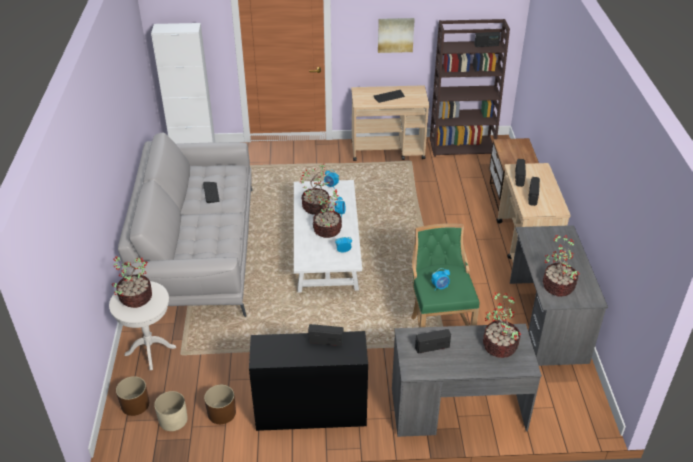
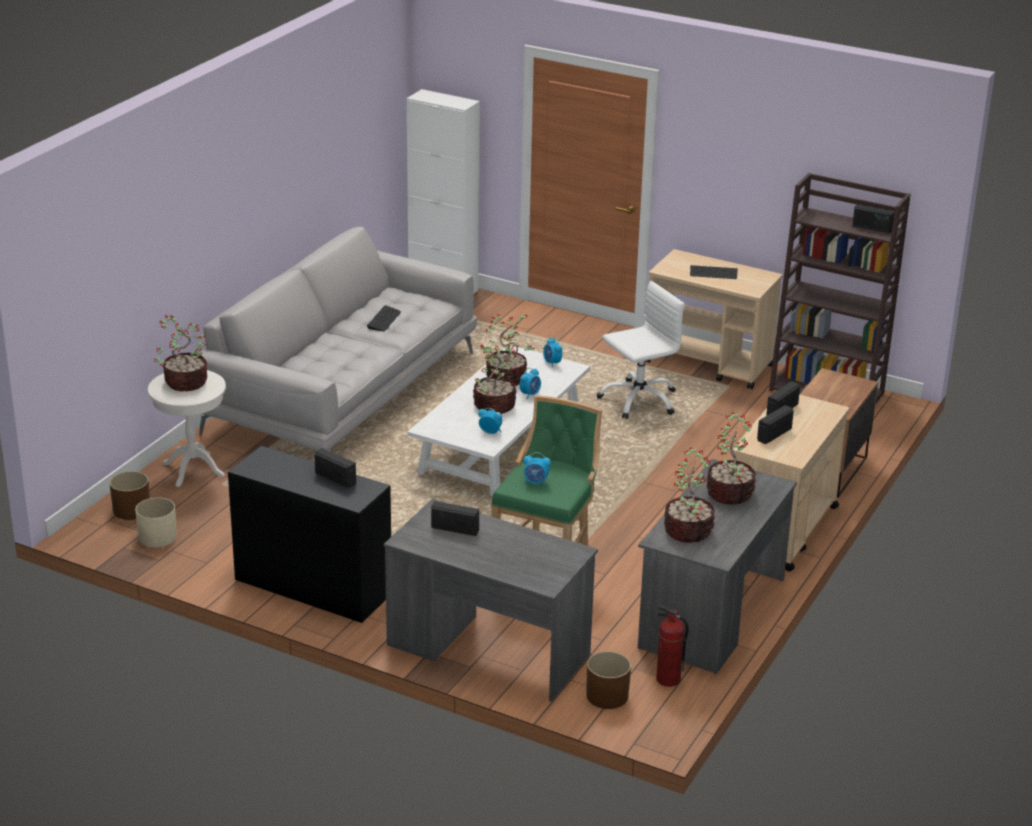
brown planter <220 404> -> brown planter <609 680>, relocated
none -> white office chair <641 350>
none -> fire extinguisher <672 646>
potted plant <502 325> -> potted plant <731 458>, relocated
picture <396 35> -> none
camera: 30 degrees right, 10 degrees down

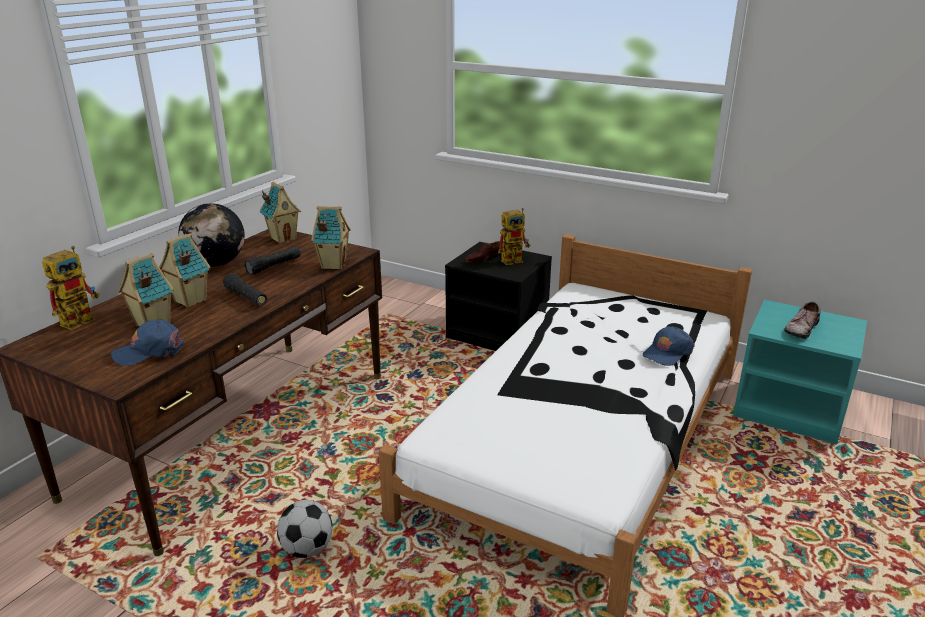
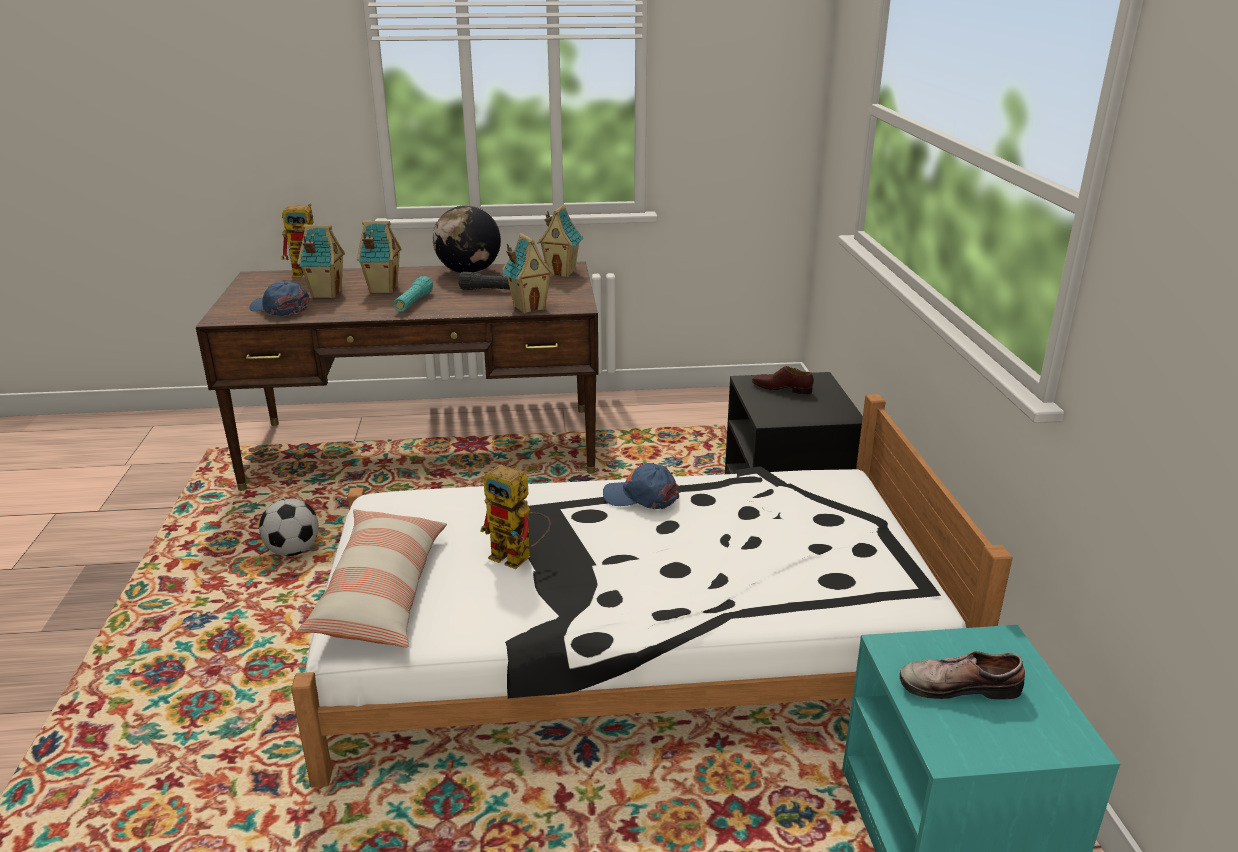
none -> pillow <372 578>
black flashlight <245 289> -> turquoise flashlight <413 294>
toy robot <514 236> -> toy robot <515 516>, relocated
blue cap <669 346> -> blue cap <641 486>, relocated
camera: 55 degrees right, 0 degrees up

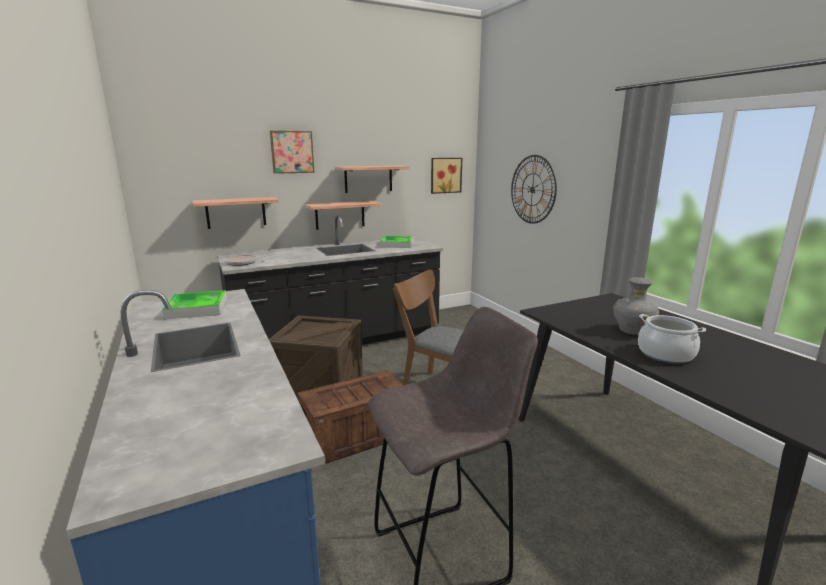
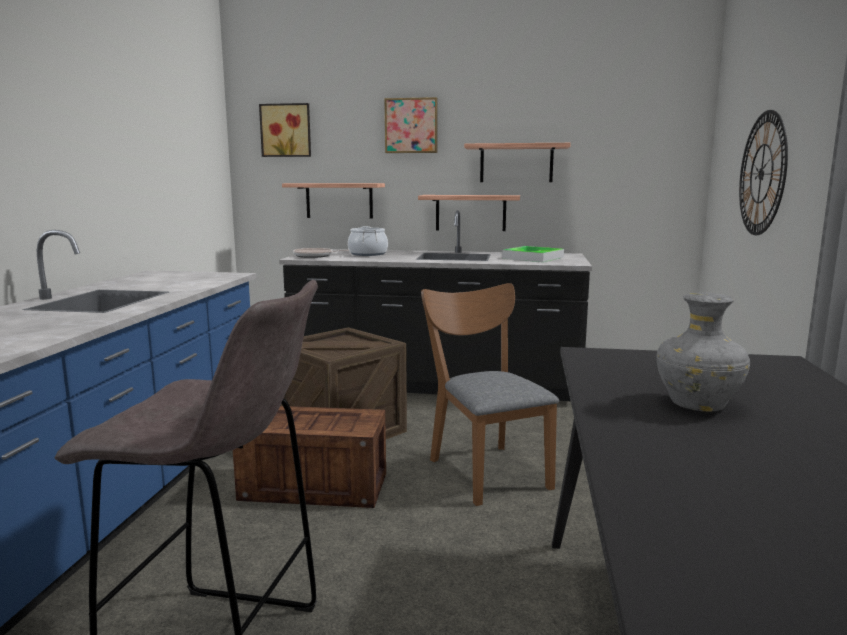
picture <446 176> -> picture <285 130>, relocated
cooking pot <672 339> -> cooking pot <368 241>, relocated
tray <194 304> -> none
camera: 35 degrees right, 5 degrees down

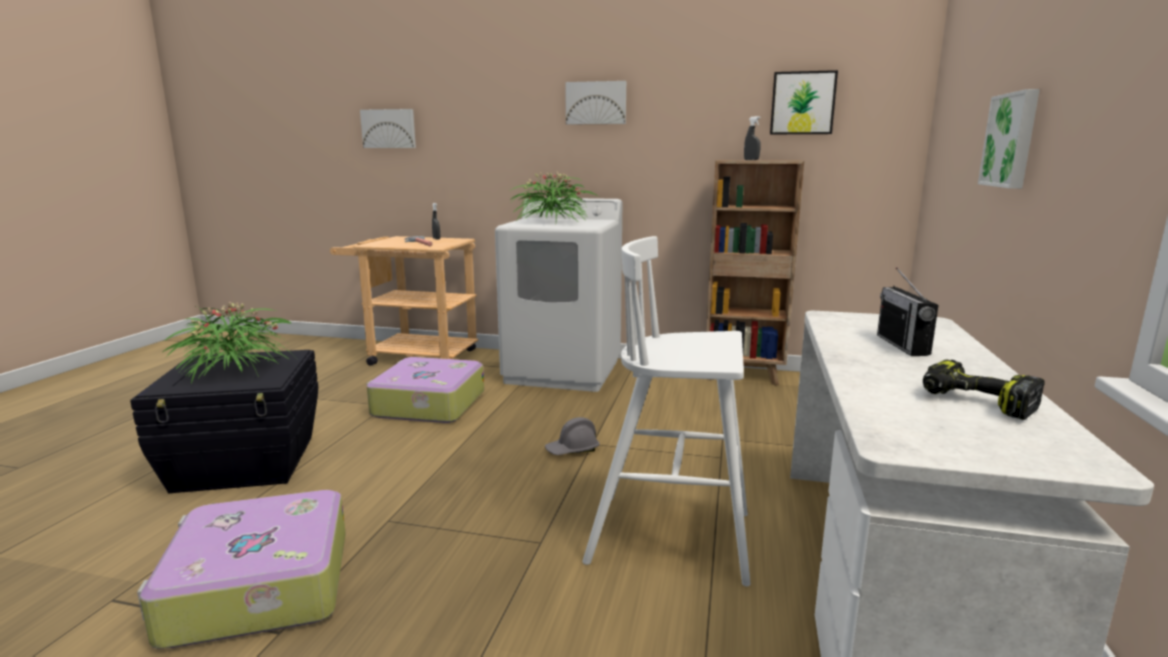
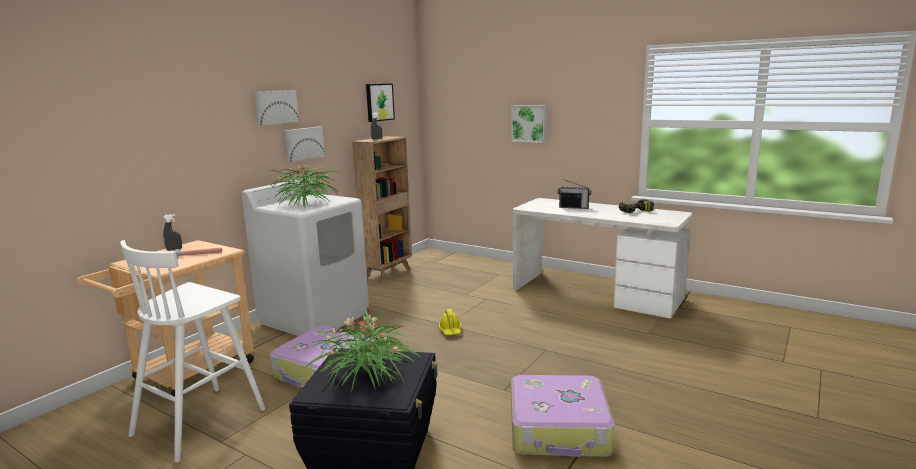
white stool <666 411> -> white stool <192 351>, relocated
picture <388 128> -> picture <305 144>, relocated
grey hard hat <572 436> -> yellow hard hat <449 322>
camera: 70 degrees left, 0 degrees up

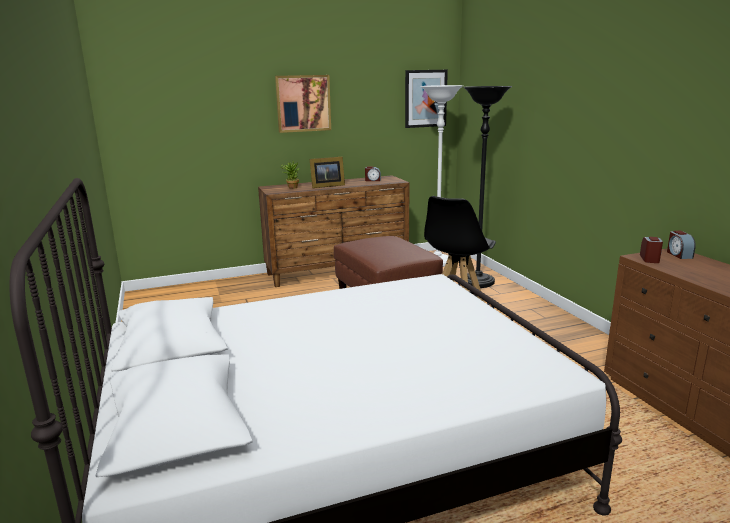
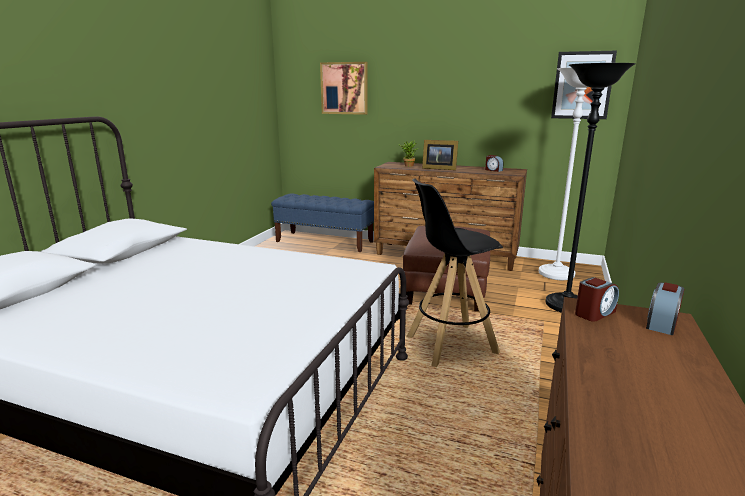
none -> blue bench <322 223>
picture <303 104> -> picture <344 88>, relocated
camera: 40 degrees right, 0 degrees up

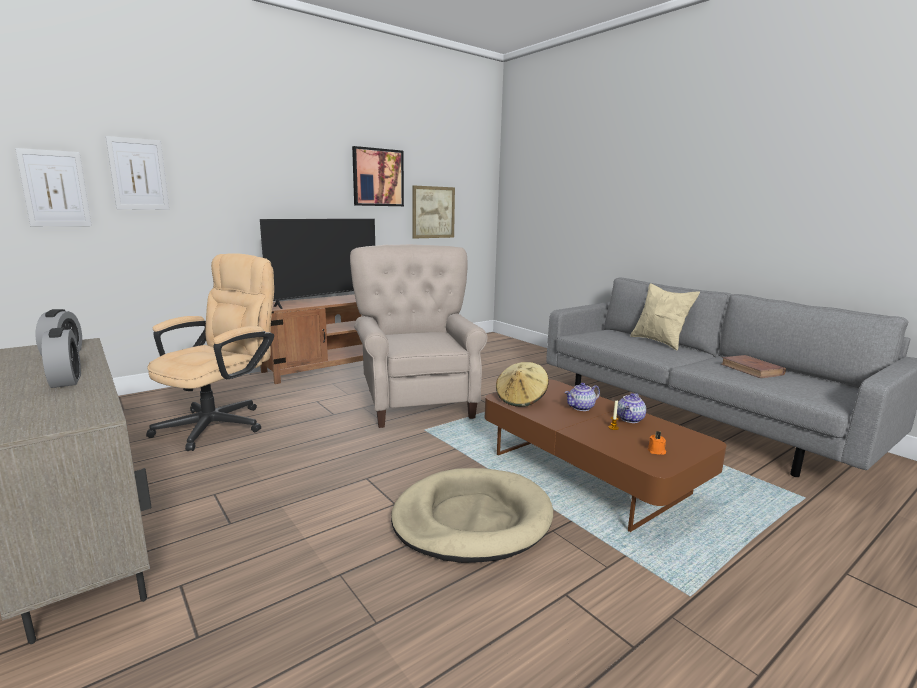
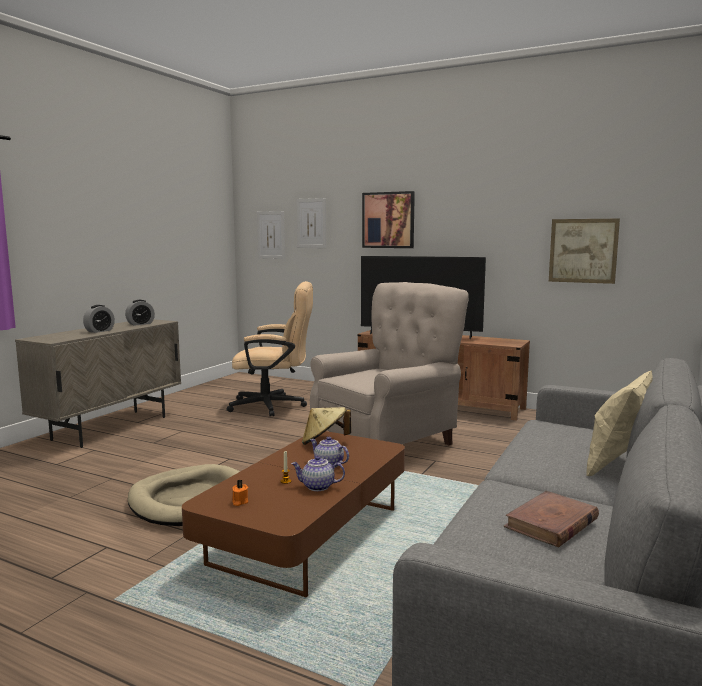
picture <378 176> -> picture <388 219>, relocated
camera: 65 degrees right, 5 degrees down

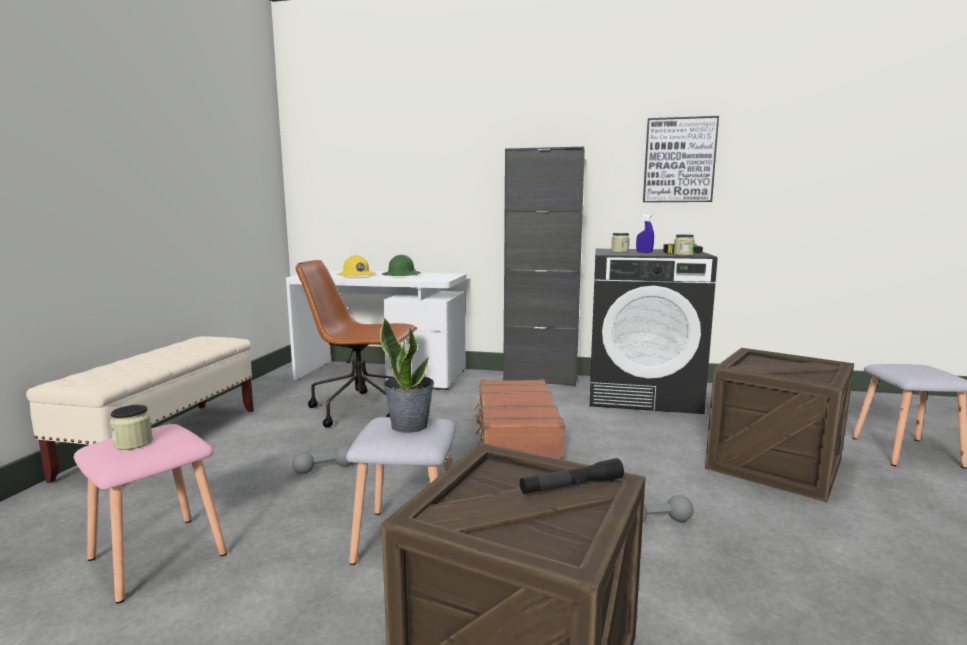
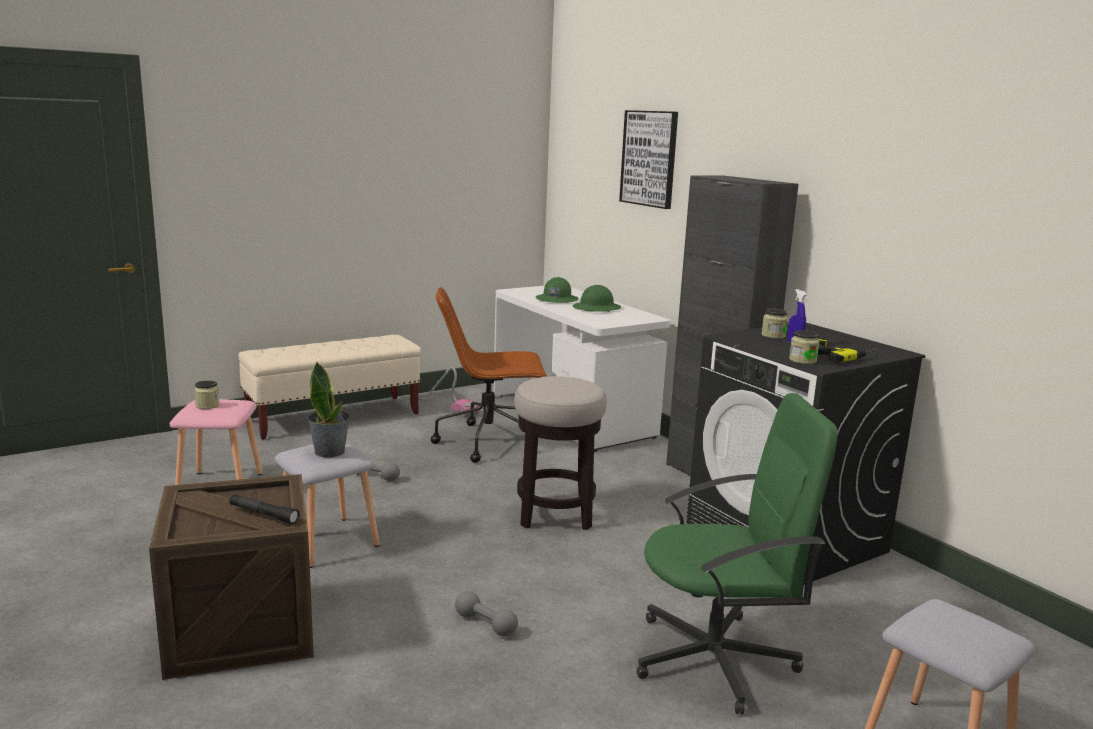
none -> vacuum cleaner <448 392>
brown office chair <356 344> -> brown office chair <489 375>, 60 degrees counterclockwise
brown suitcase <520 419> -> stool <560 453>
yellow hard hat <356 266> -> green hard hat <557 290>
picture <681 159> -> picture <648 159>, relocated
crate <779 425> -> green office chair <737 554>
camera: 45 degrees right, 5 degrees up

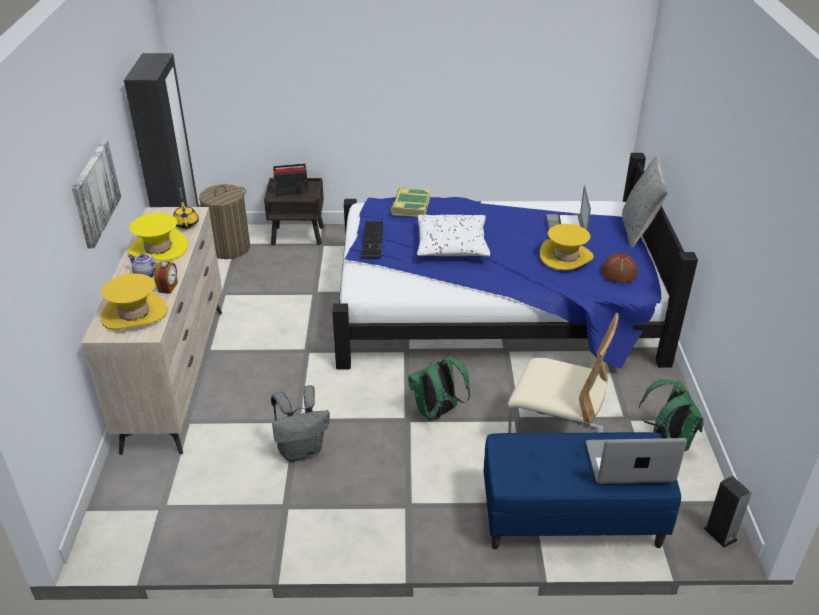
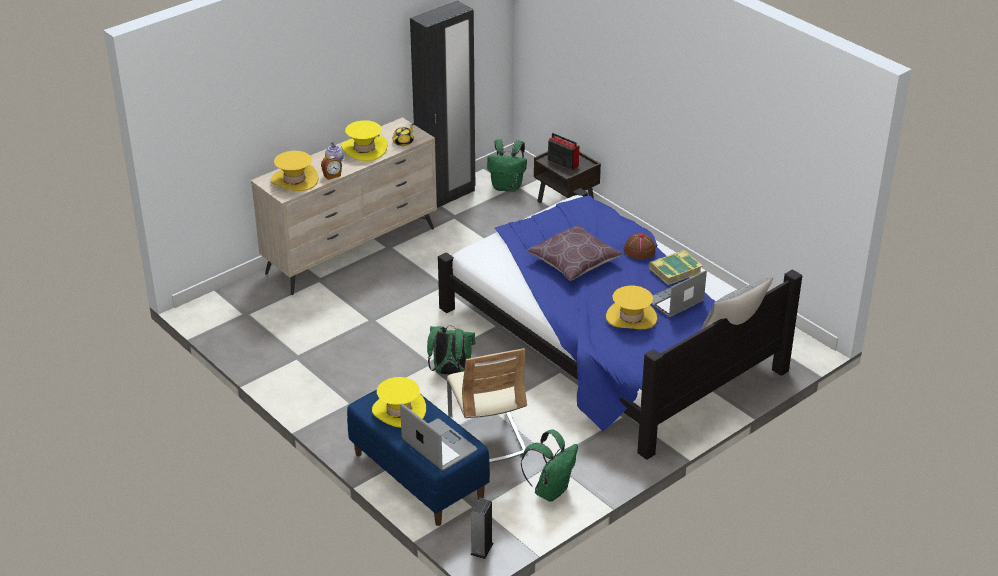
none -> yellow hat <399 402>
laundry basket <224 221> -> green backpack <507 165>
white pillow <453 235> -> brown pillow <575 253>
brown hat <619 268> -> brown hat <640 246>, relocated
book <410 202> -> book <676 267>, relocated
picture <96 194> -> none
grey backpack <300 423> -> none
keyboard <372 239> -> none
camera: 50 degrees right, 0 degrees up

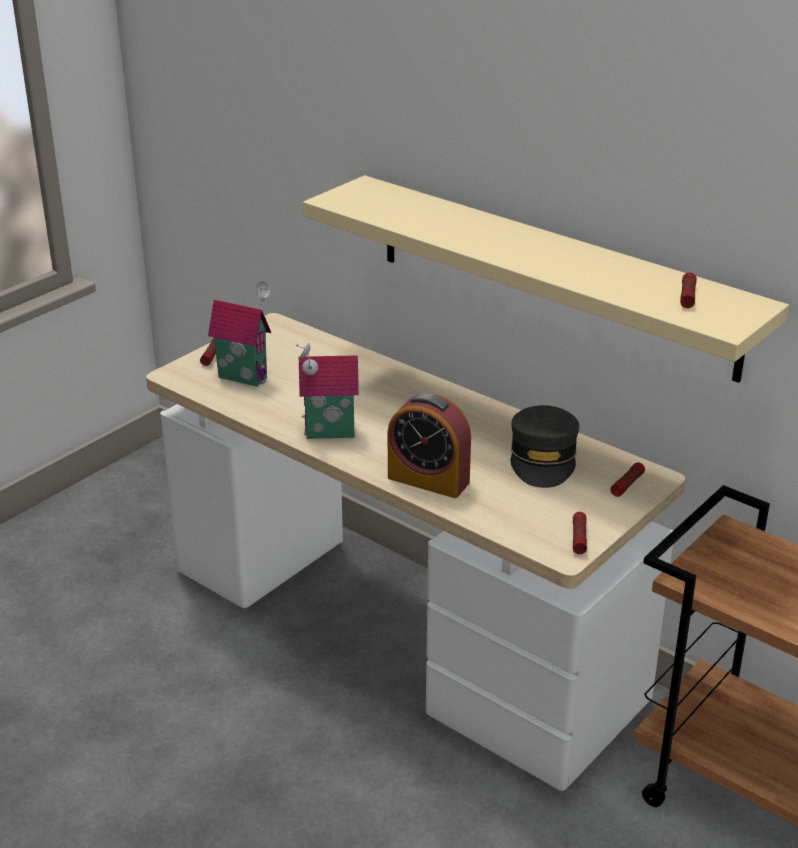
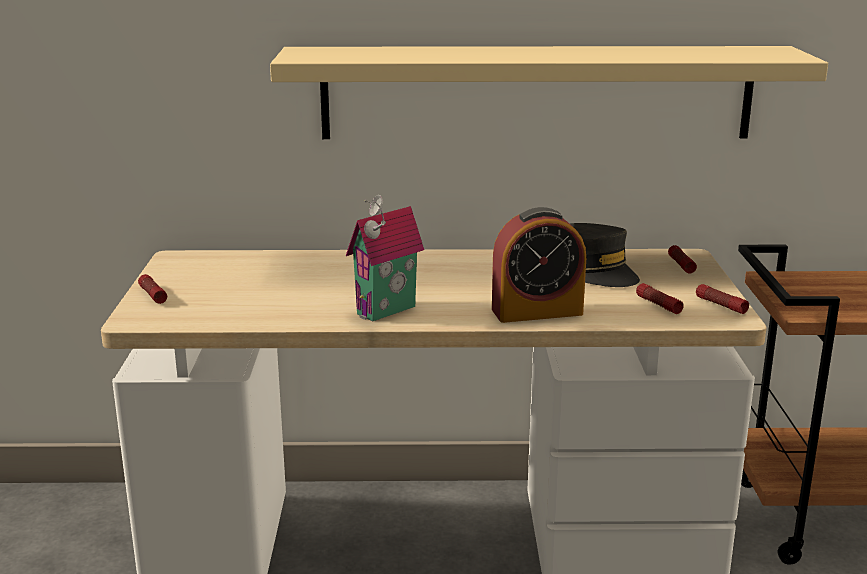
flashlight <688 290> -> flashlight <660 298>, relocated
toy house <239 334> -> none
camera: 40 degrees left, 10 degrees down

